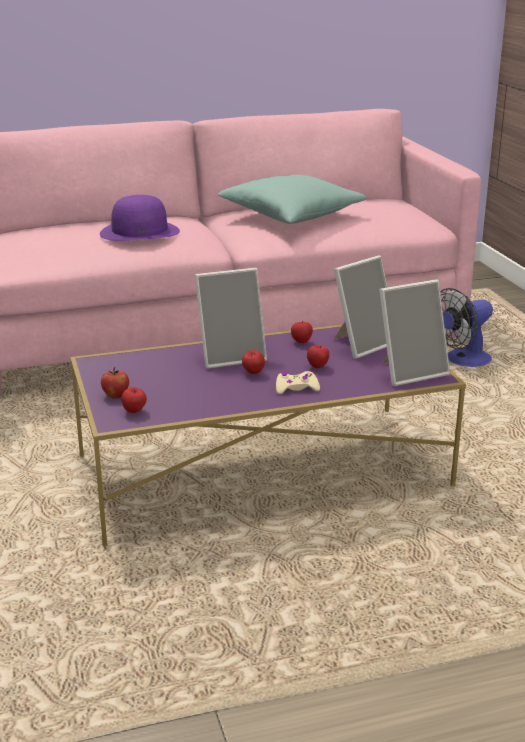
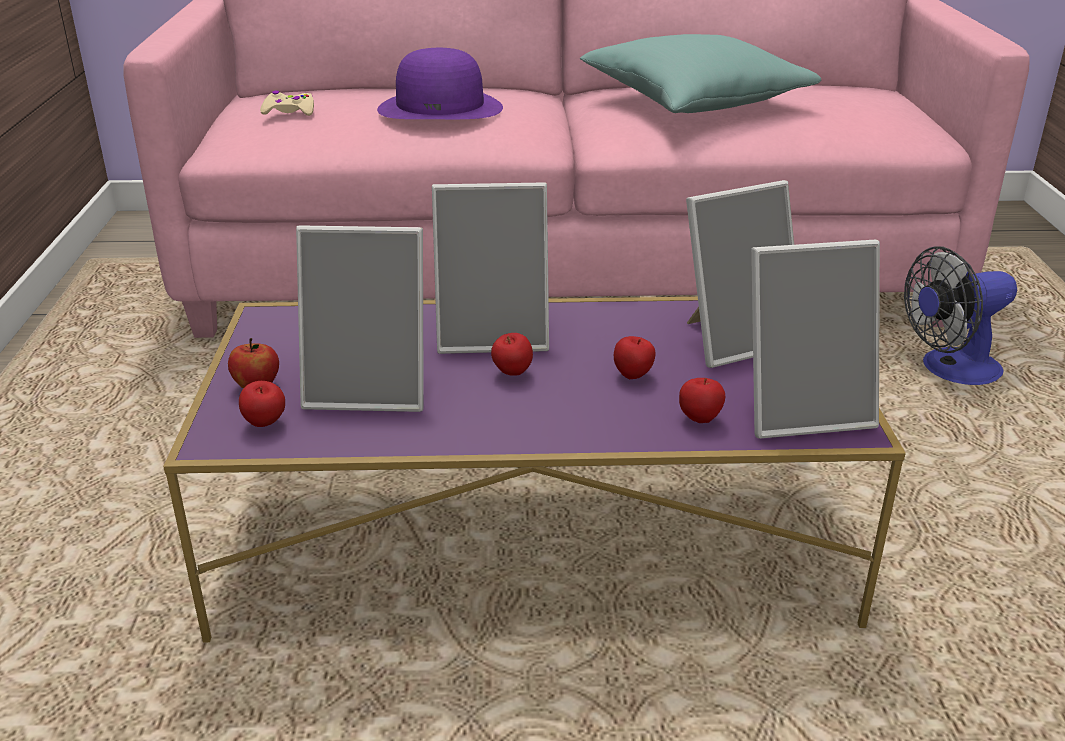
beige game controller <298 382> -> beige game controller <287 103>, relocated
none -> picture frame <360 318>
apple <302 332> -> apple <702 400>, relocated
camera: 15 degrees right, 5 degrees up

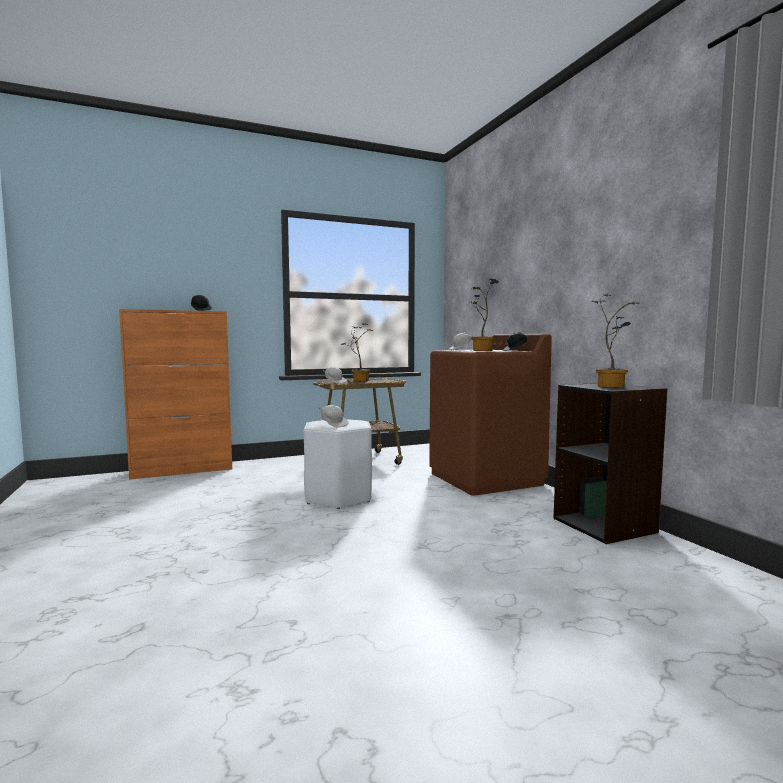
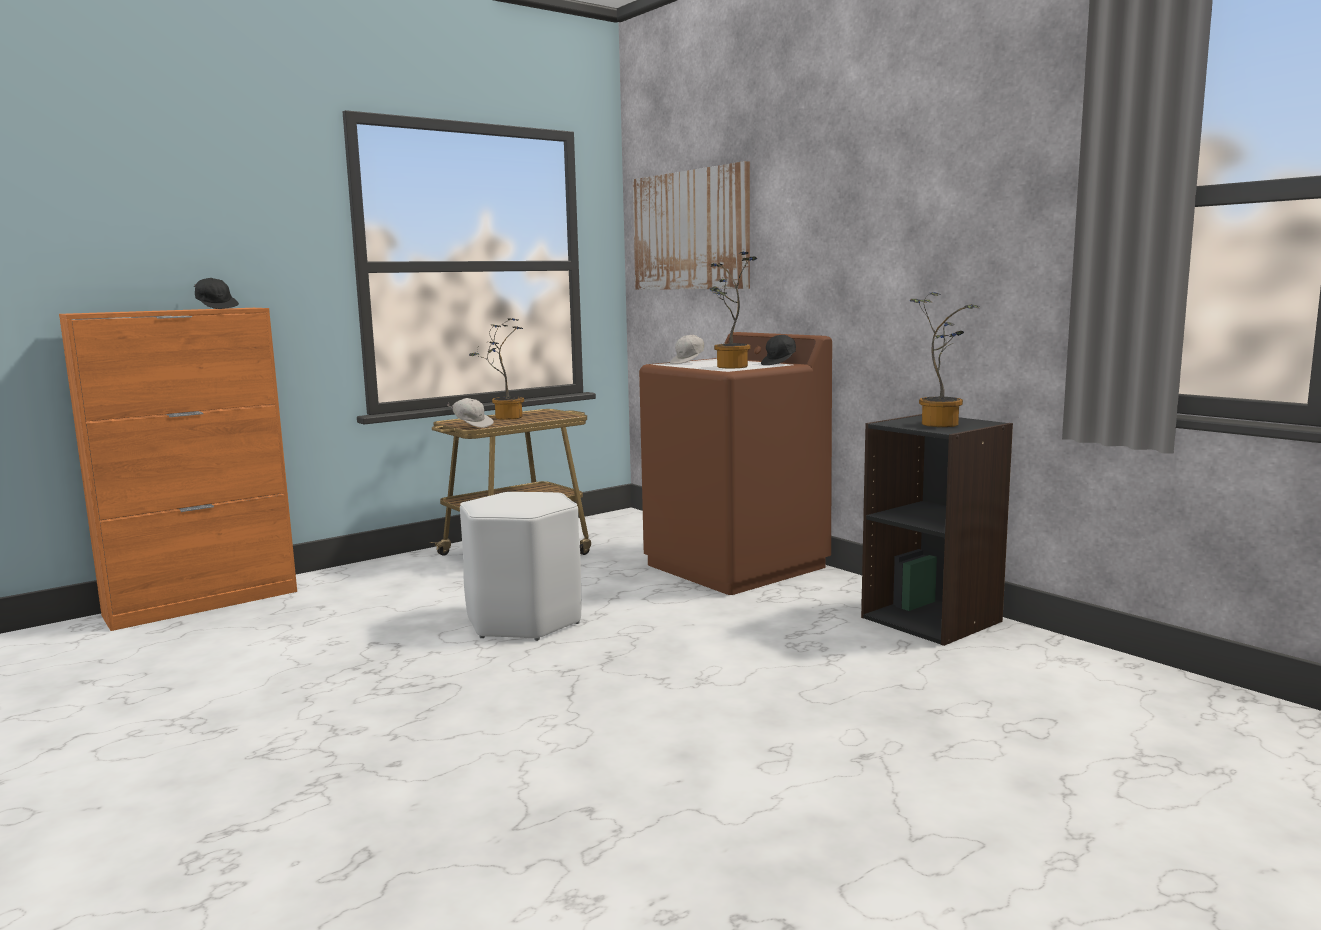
none -> picture <691 225>
white cap <334 416> -> none
camera: 15 degrees left, 5 degrees up

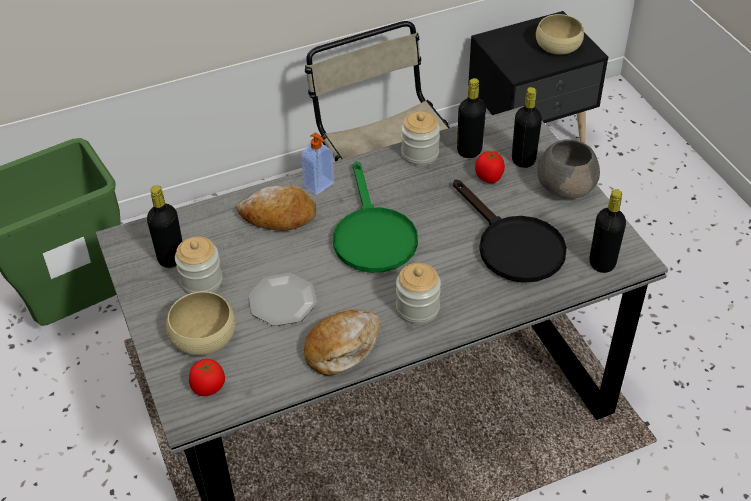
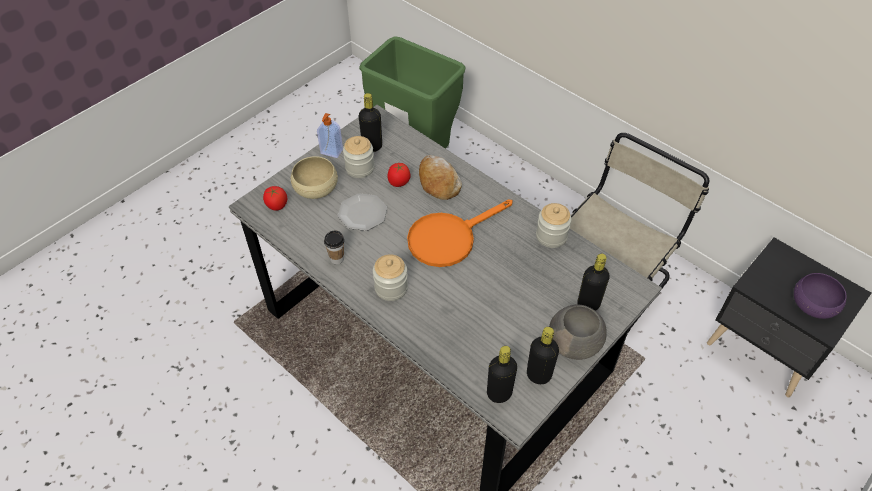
soap dispenser <317 163> -> soap dispenser <330 135>, relocated
bread <342 343> -> cup <334 247>
tomato <490 167> -> tomato <398 175>, relocated
green frying pan <375 217> -> orange frying pan <460 233>
black bottle <471 118> -> black bottle <543 355>, relocated
beige bowl <560 34> -> purple bowl <820 296>
black frying pan <510 231> -> none
camera: 65 degrees right, 5 degrees up

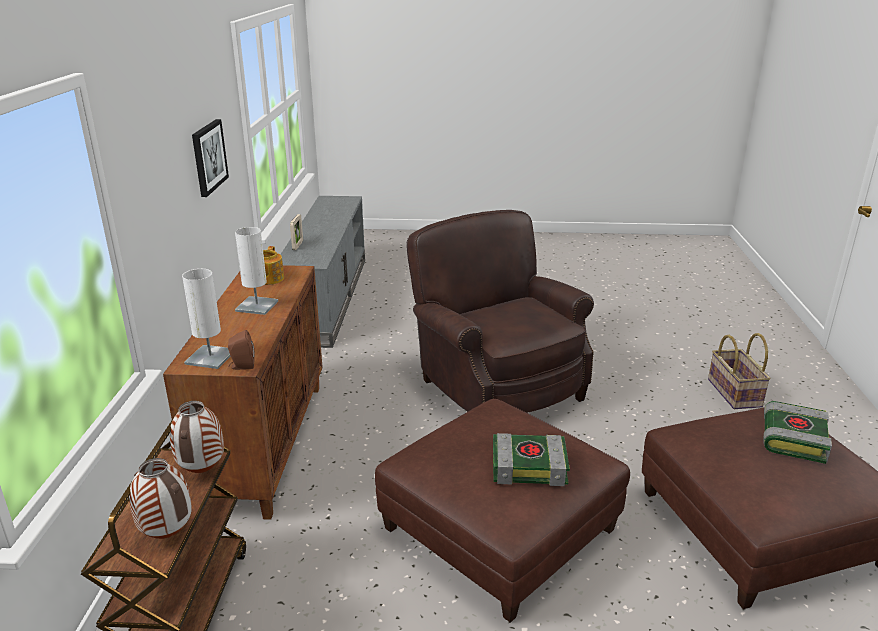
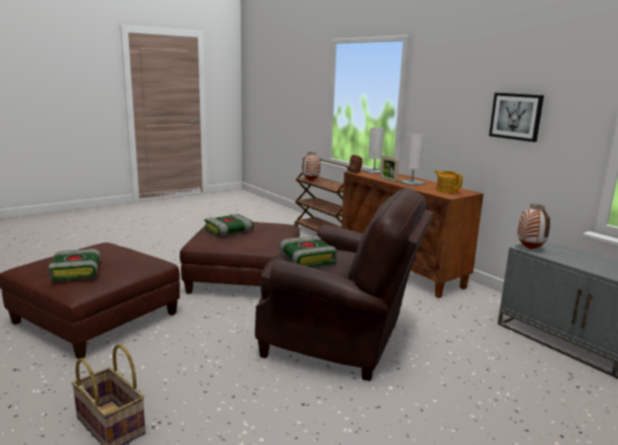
none -> book <308 251>
picture frame <296 232> -> picture frame <389 169>, relocated
vase <197 437> -> vase <533 227>, relocated
camera: 140 degrees right, 10 degrees down

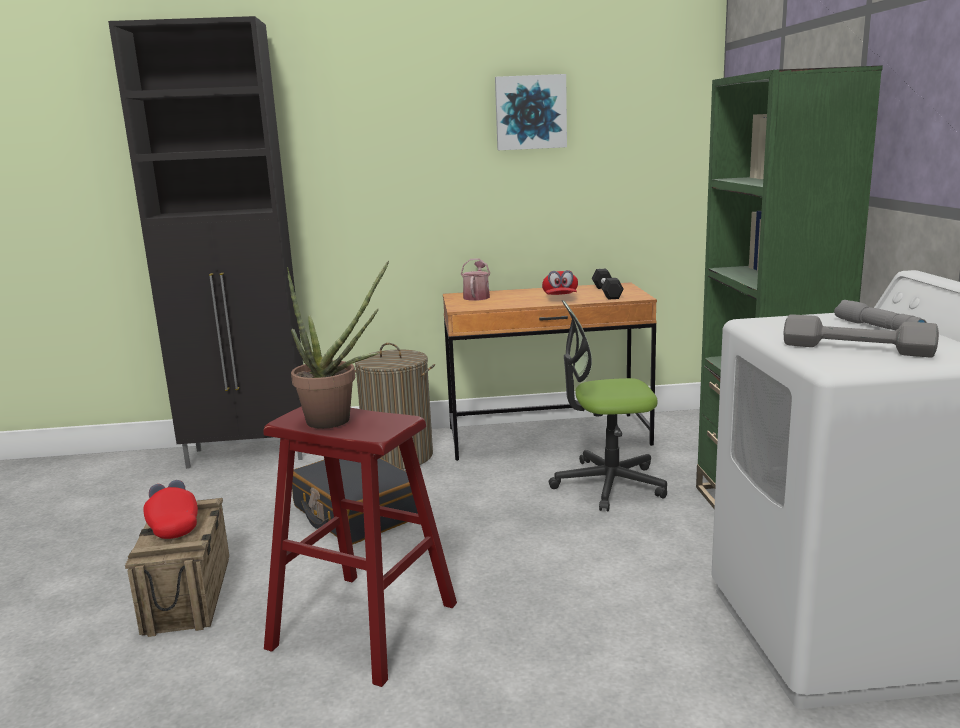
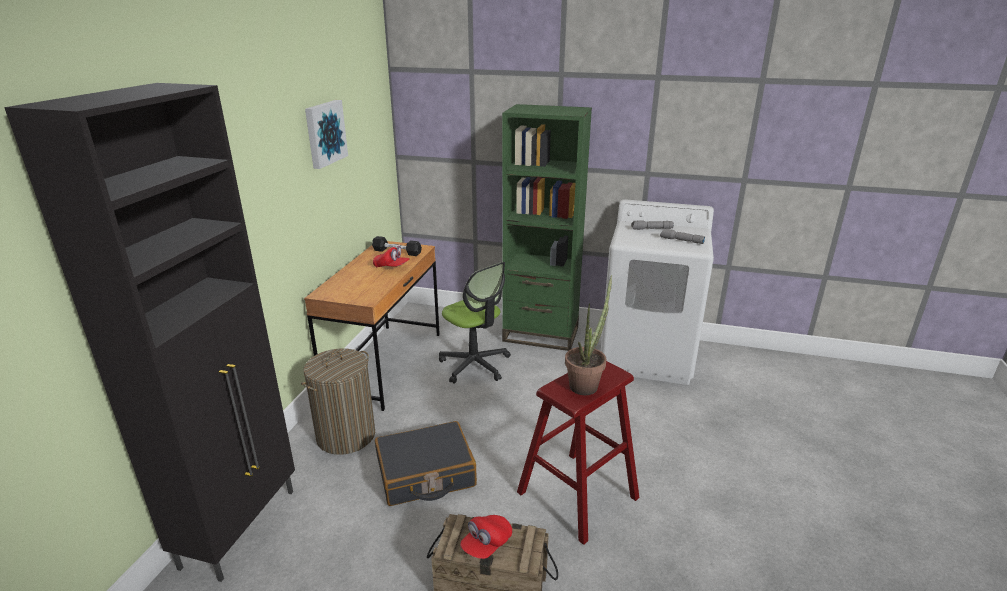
office chair <608 405> -> office chair <475 323>, 60 degrees counterclockwise
red cap <170 509> -> red cap <486 537>, 45 degrees counterclockwise
grey dumbbell <861 336> -> grey flashlight <682 236>
watering can <475 280> -> none
camera: 70 degrees left, 10 degrees up

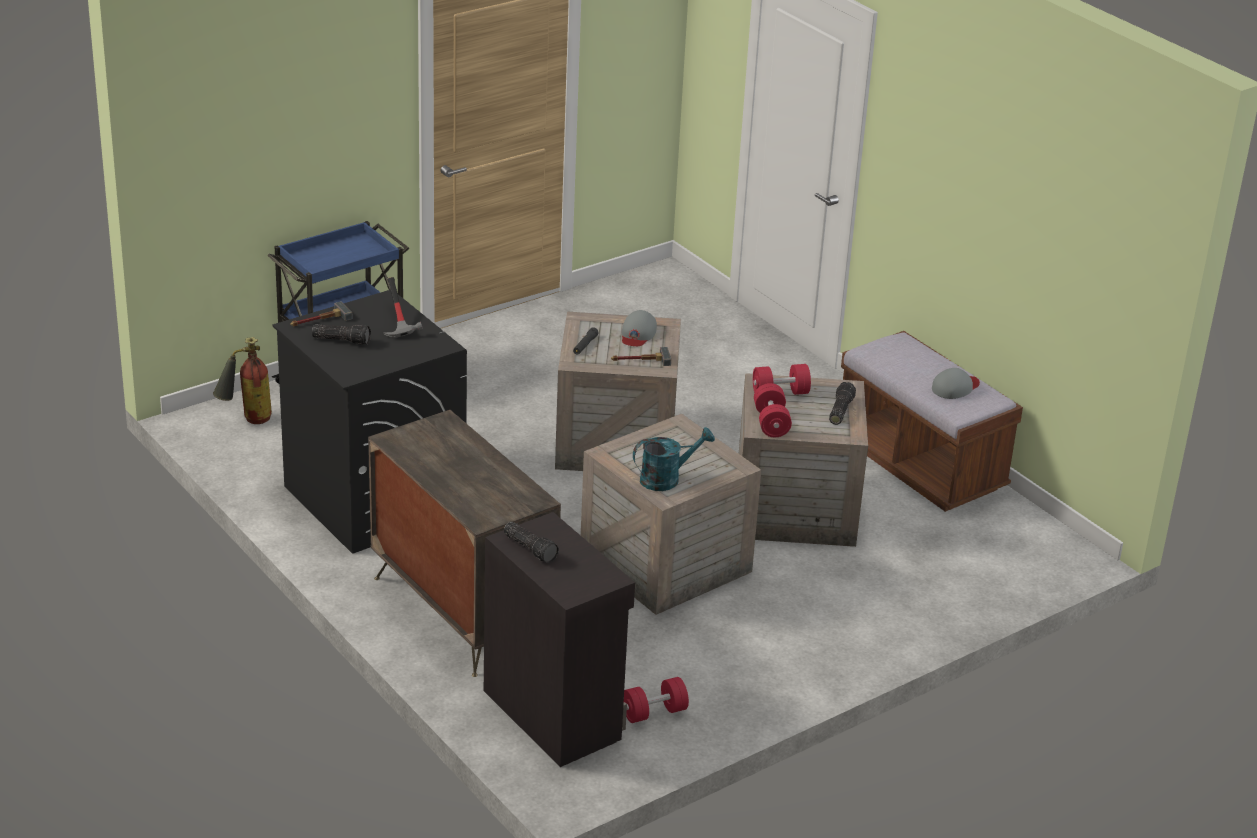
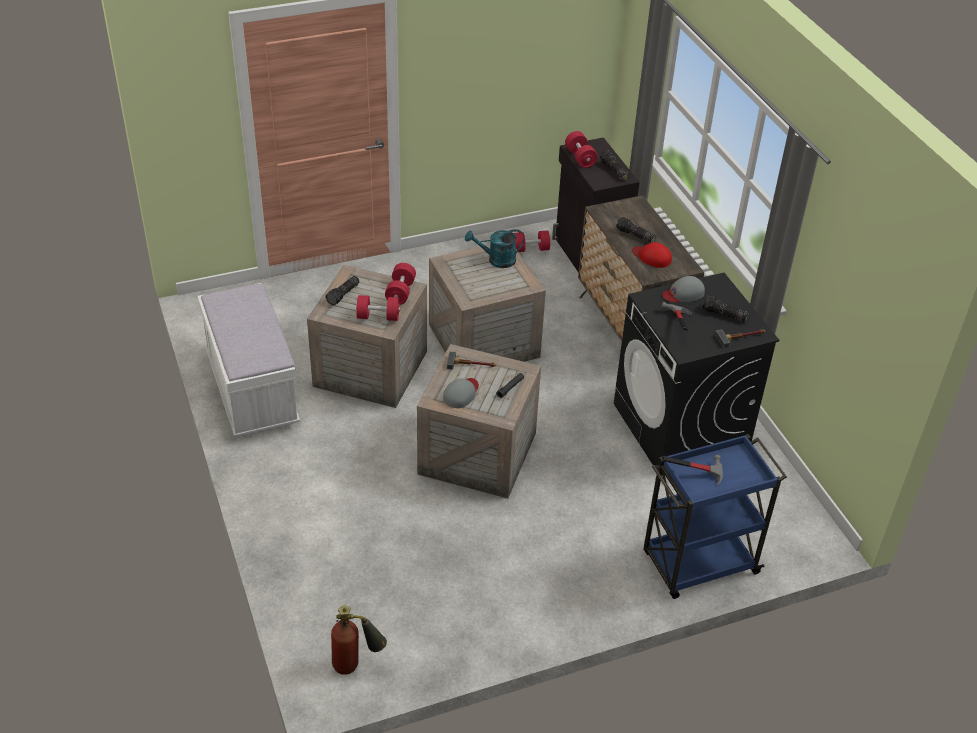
brown bench <932 421> -> white bench <248 360>
fire extinguisher <242 380> -> fire extinguisher <359 640>, relocated
none -> red dumbbell <581 149>
none -> flashlight <636 230>
none -> red cap <652 255>
grey cap <956 383> -> grey cap <683 289>, relocated
none -> hammer <692 470>
camera: 165 degrees left, 10 degrees up

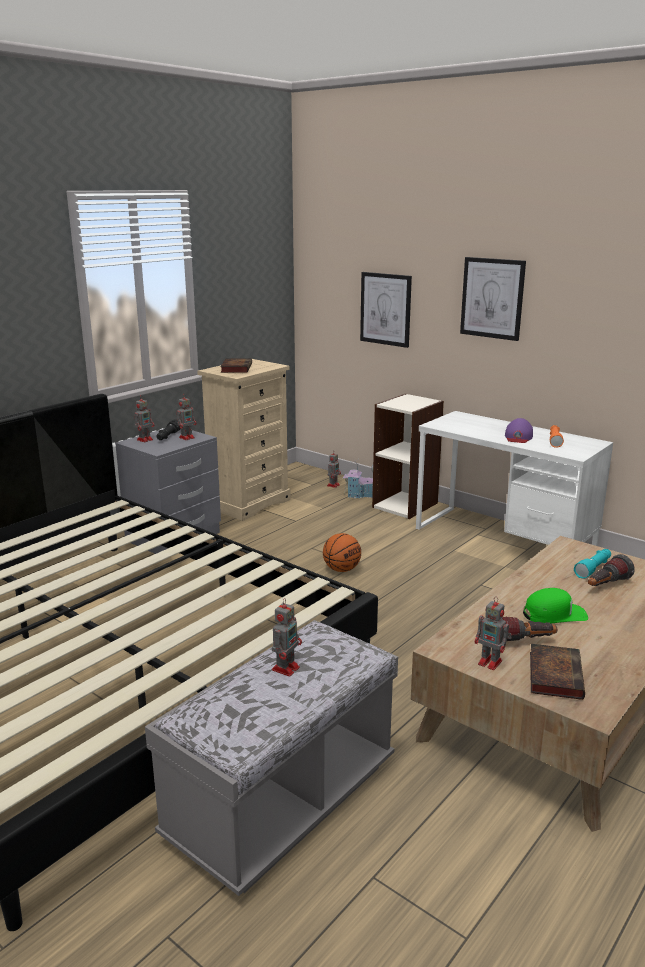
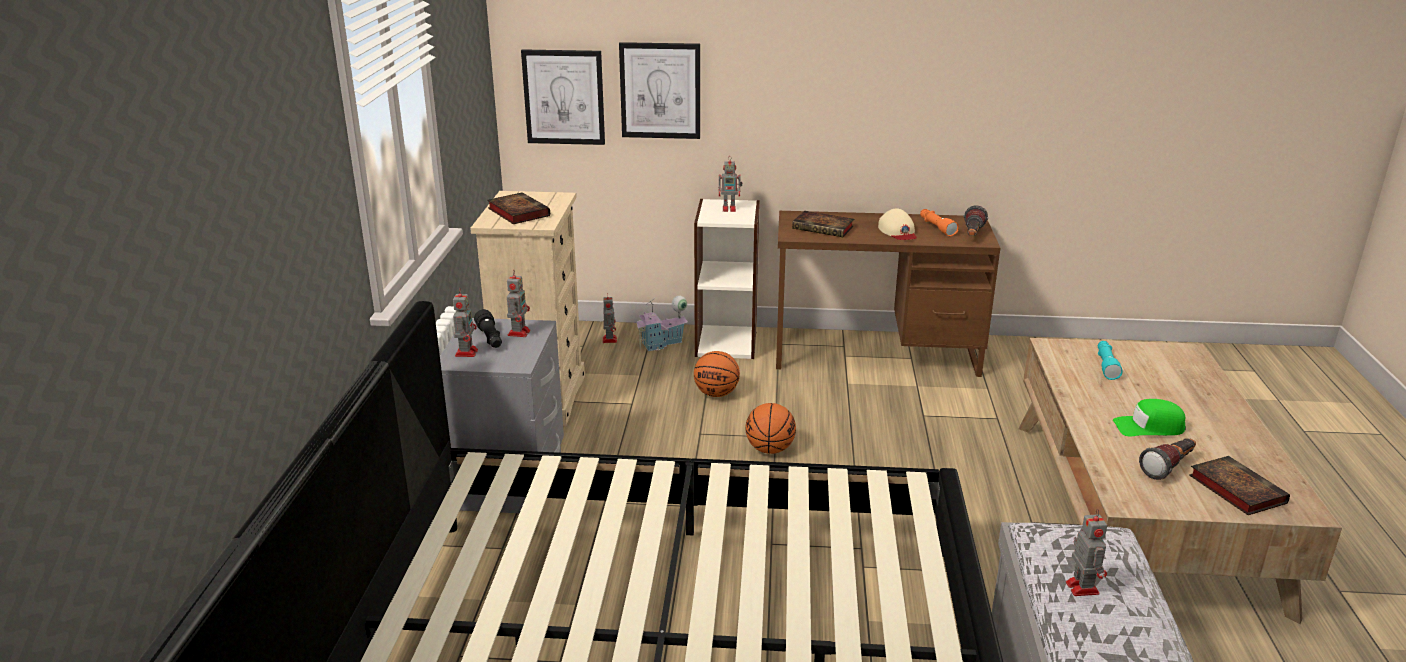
picture <493 299> -> picture <563 97>, relocated
none -> basketball <717 374>
toy robot <493 633> -> toy robot <730 184>, relocated
white desk <514 478> -> brown desk <888 294>
none -> book <823 224>
purple cap <519 430> -> beige cap <897 224>
flashlight <611 570> -> flashlight <975 220>, relocated
green cap <555 605> -> green cap <1149 417>, 135 degrees counterclockwise
camera: 35 degrees left, 5 degrees up

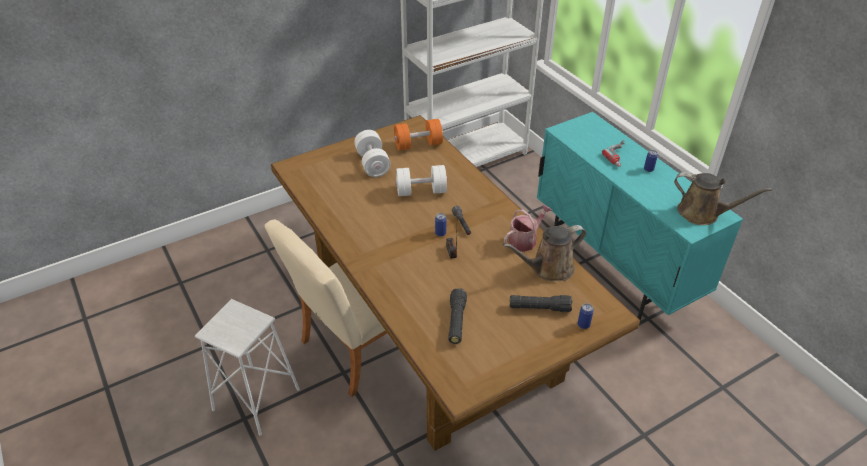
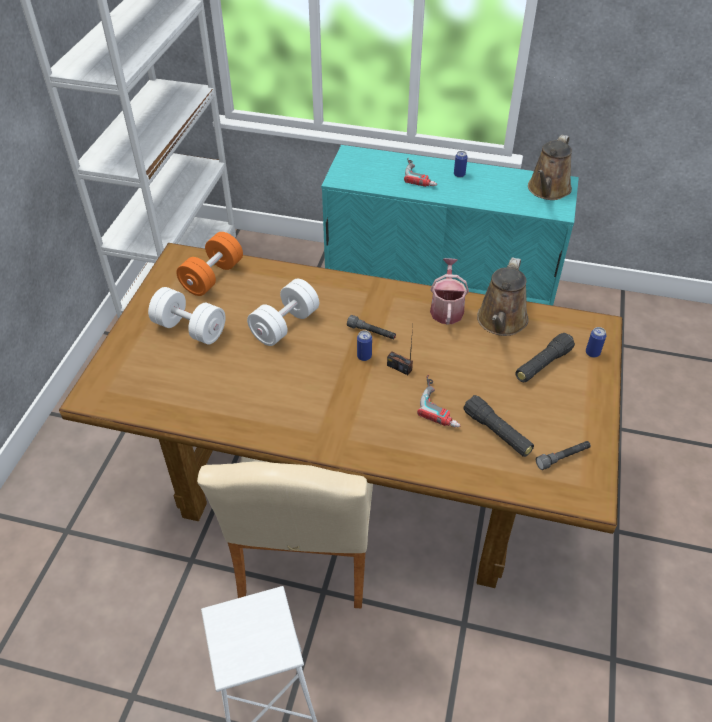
none -> power drill <439 401>
brown watering can <723 198> -> brown watering can <550 167>, 135 degrees clockwise
none -> grey flashlight <563 455>
camera: 45 degrees left, 5 degrees up

